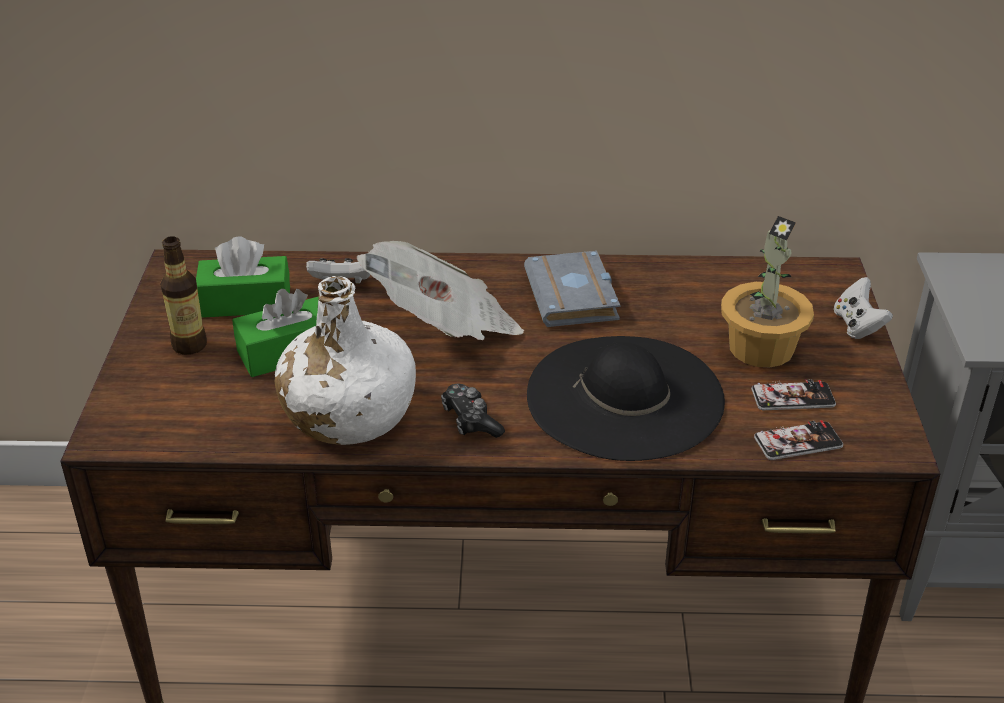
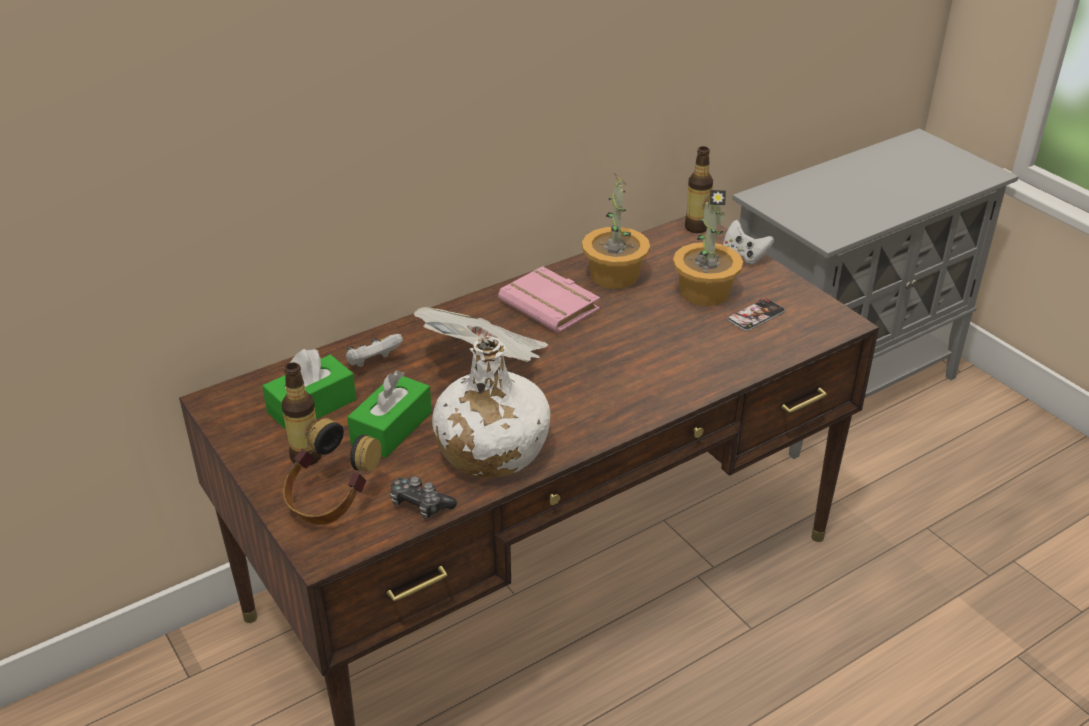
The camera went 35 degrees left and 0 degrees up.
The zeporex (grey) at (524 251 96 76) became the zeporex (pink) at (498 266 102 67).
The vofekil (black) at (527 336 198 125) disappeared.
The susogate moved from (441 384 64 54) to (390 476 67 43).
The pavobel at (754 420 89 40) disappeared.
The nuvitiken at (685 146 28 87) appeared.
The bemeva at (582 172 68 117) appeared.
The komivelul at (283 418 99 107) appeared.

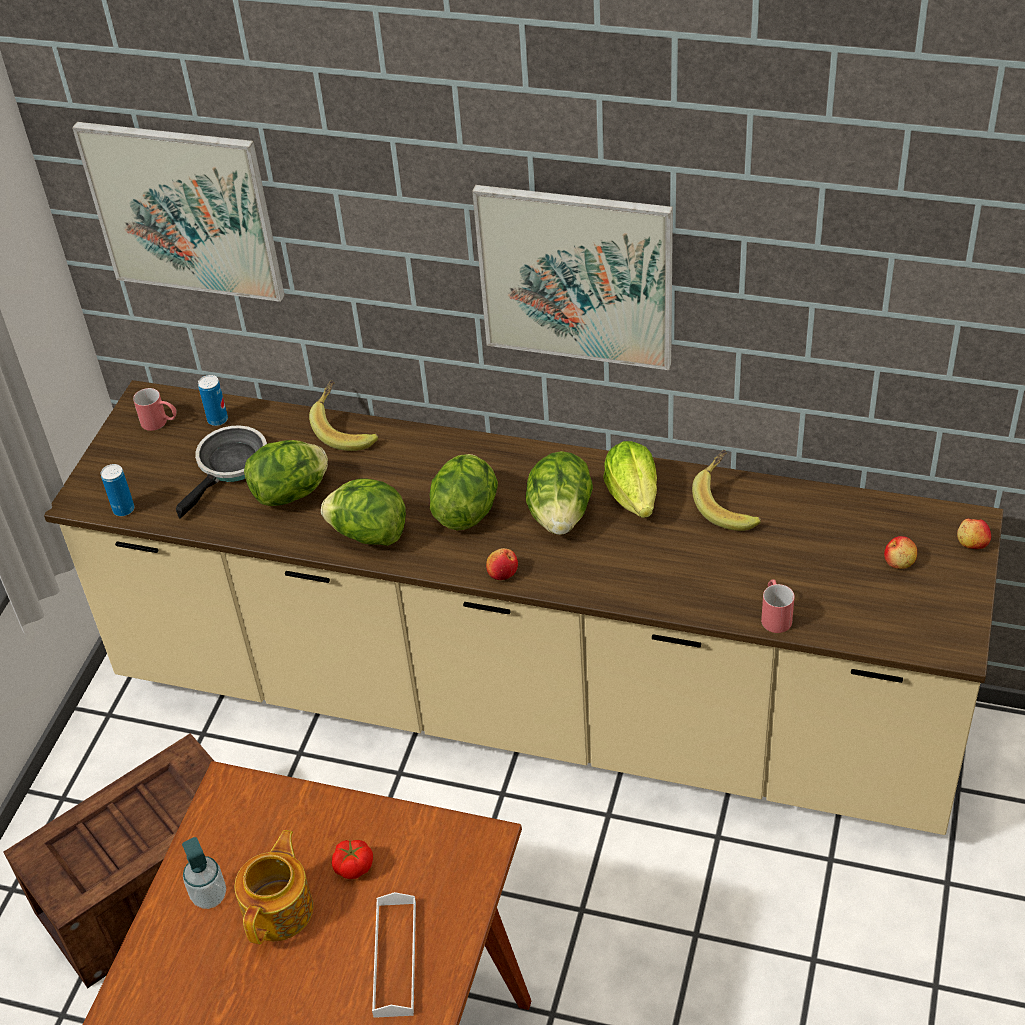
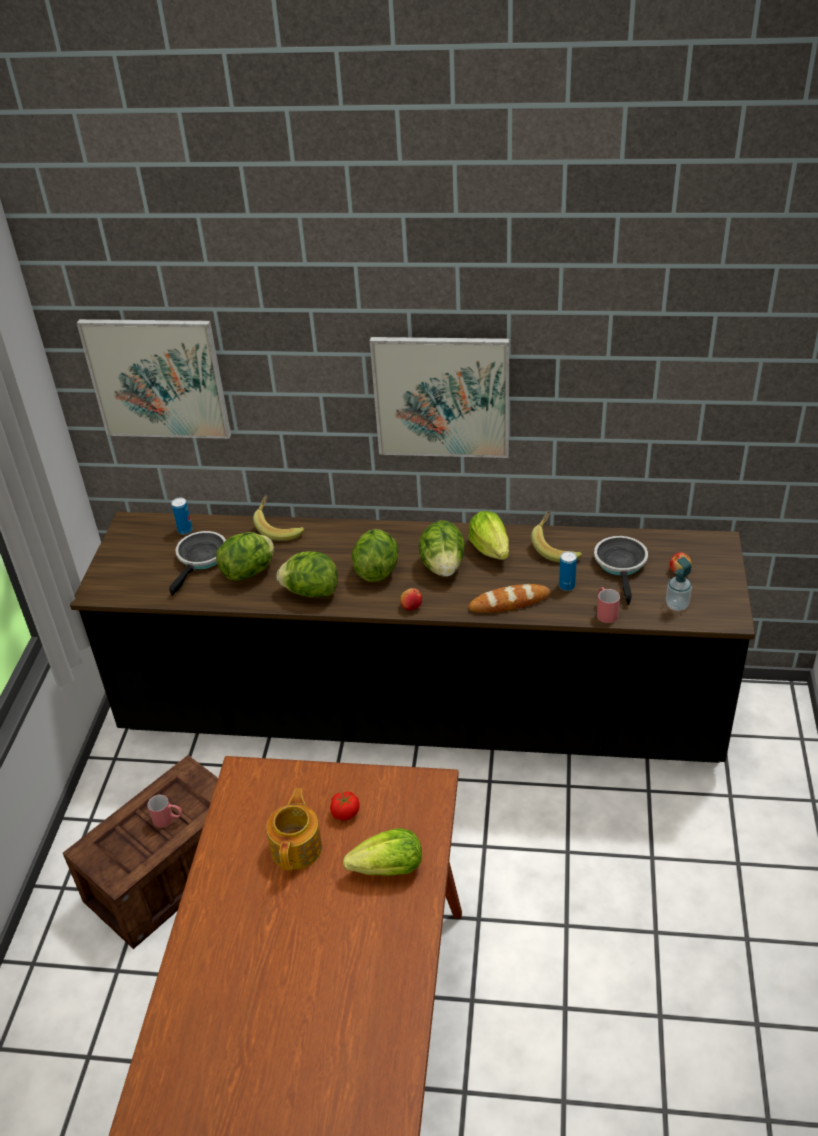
The camera went 10 degrees left and 5 degrees down.
The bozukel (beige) at (44 380 959 455) became the bozukel (black) at (70 512 685 251).
The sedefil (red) moved from (133 388 44 43) to (147 795 35 33).
The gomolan moved from (101 464 34 52) to (559 551 18 40).
The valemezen at (957 519 34 30) disappeared.
The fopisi moved from (182 837 44 72) to (666 557 26 54).
The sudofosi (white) at (372 892 44 126) was replaced by the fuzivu at (343 828 79 48).
The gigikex at (594 536 54 69) appeared.
The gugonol at (468 584 83 29) appeared.

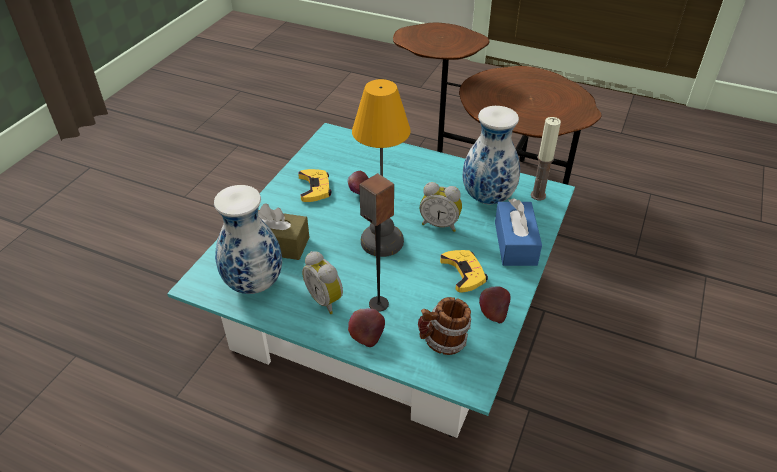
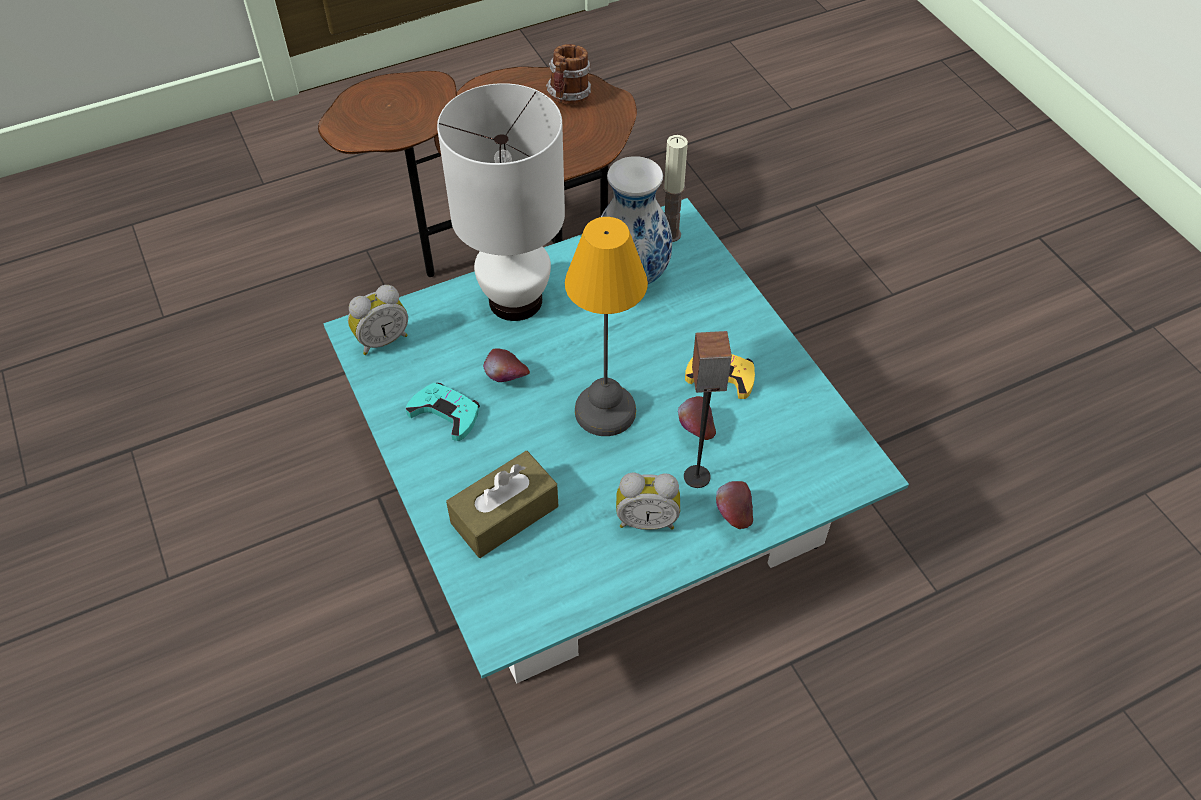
The camera went 50 degrees left and 10 degrees up.
The susogate (yellow) at (298 169 33 33) became the susogate (turquoise) at (406 383 74 58).
The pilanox moved from (420 182 42 50) to (348 285 60 70).
The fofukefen at (214 185 68 109) disappeared.
The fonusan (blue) at (495 198 47 68) disappeared.
The valemezen moved from (479 286 32 37) to (678 396 38 44).
The sedefil moved from (418 297 53 58) to (546 44 45 60).
The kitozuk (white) at (437 83 128 238) appeared.

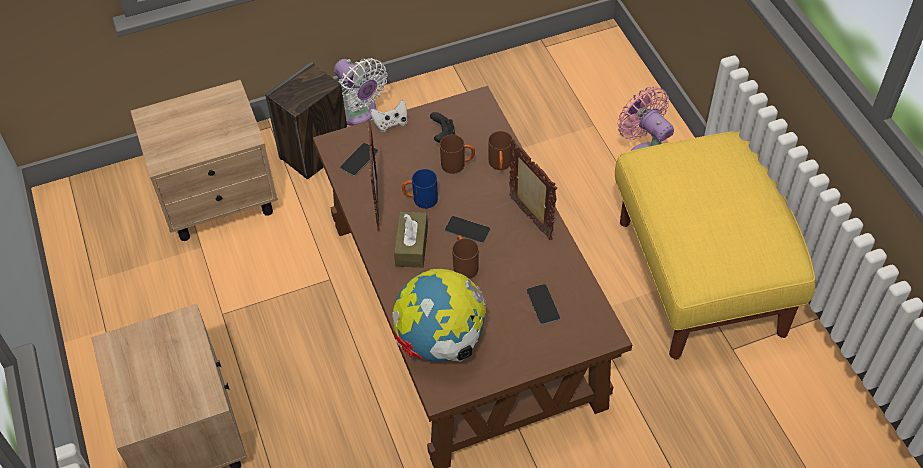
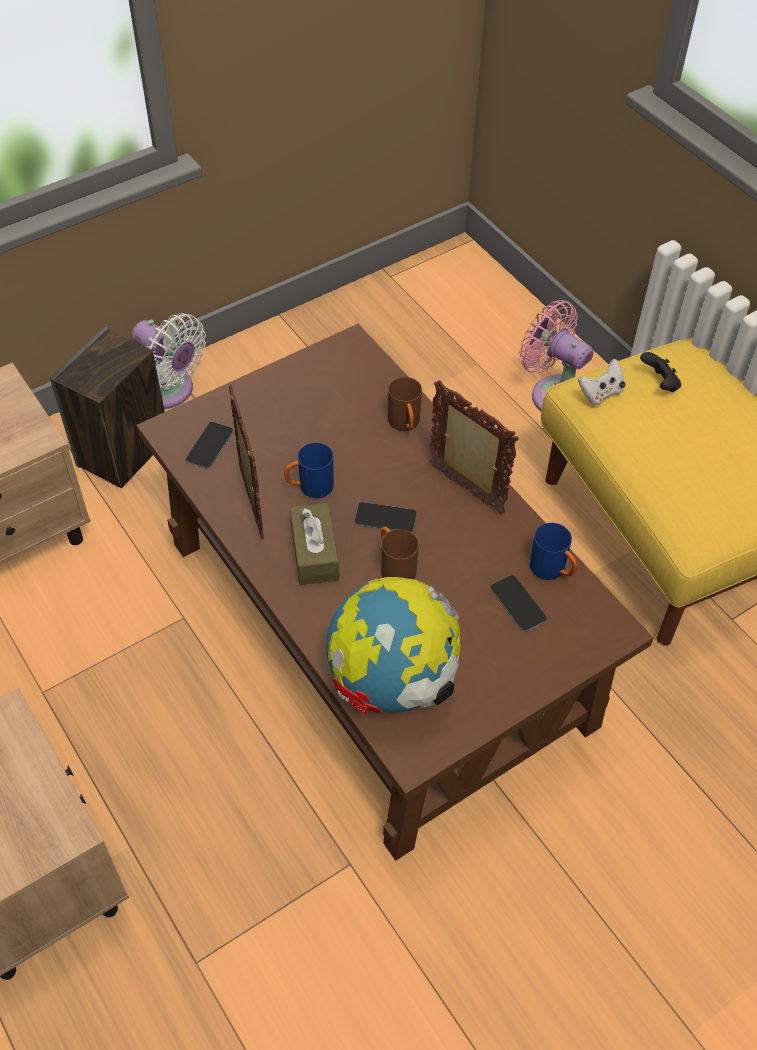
The camera went 15 degrees left and 0 degrees up.
The susogate (white) moved from (370 100 37 32) to (578 359 47 46).
The susogate (black) moved from (430 112 25 31) to (640 352 41 40).
The sedefil (brown) at (440 135 35 39) disappeared.
The sedefil (blue) at (530 523 47 57) appeared.

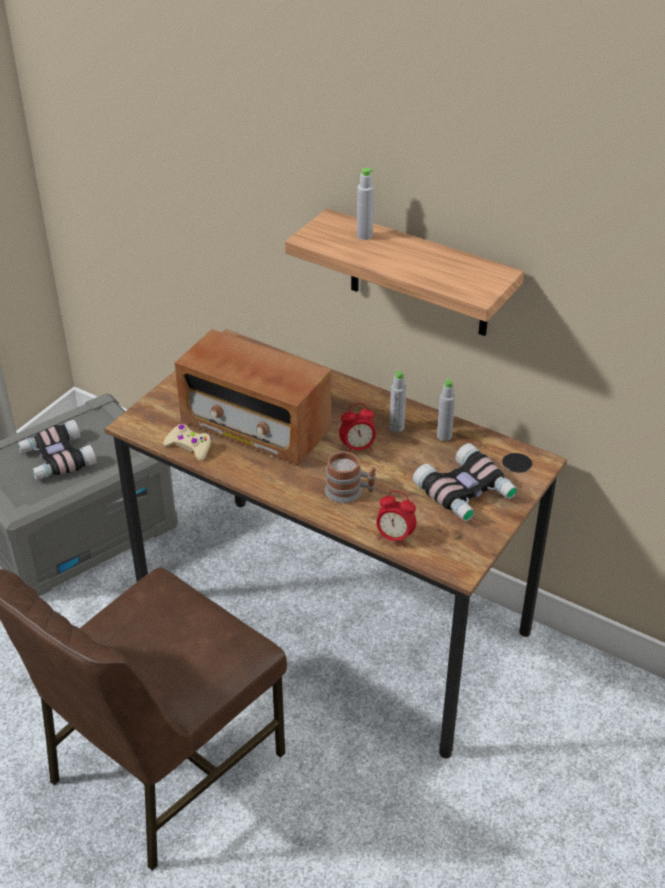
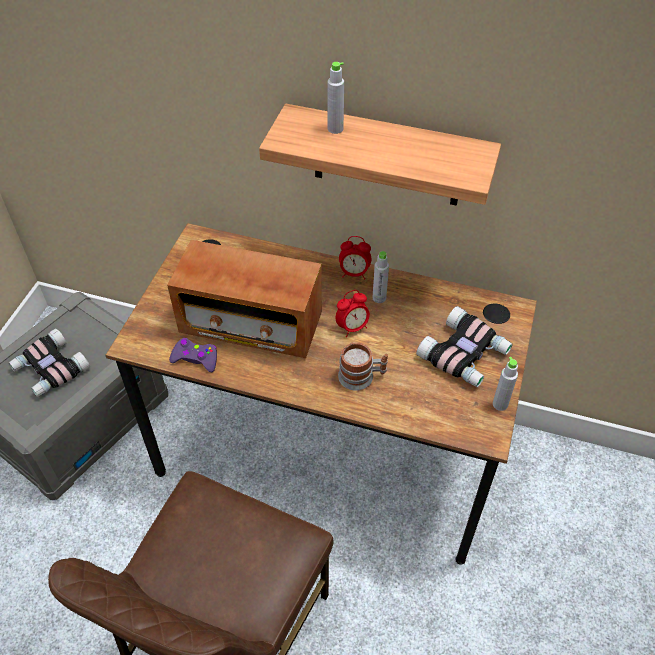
The camera went 15 degrees left and 10 degrees up.
The nuvitiken (grey) moved from (437 378 18 63) to (493 357 25 54).
The susogate (beige) at (163 424 49 37) became the susogate (purple) at (169 338 48 34).
The pilanox moved from (376 491 40 56) to (339 236 32 44).

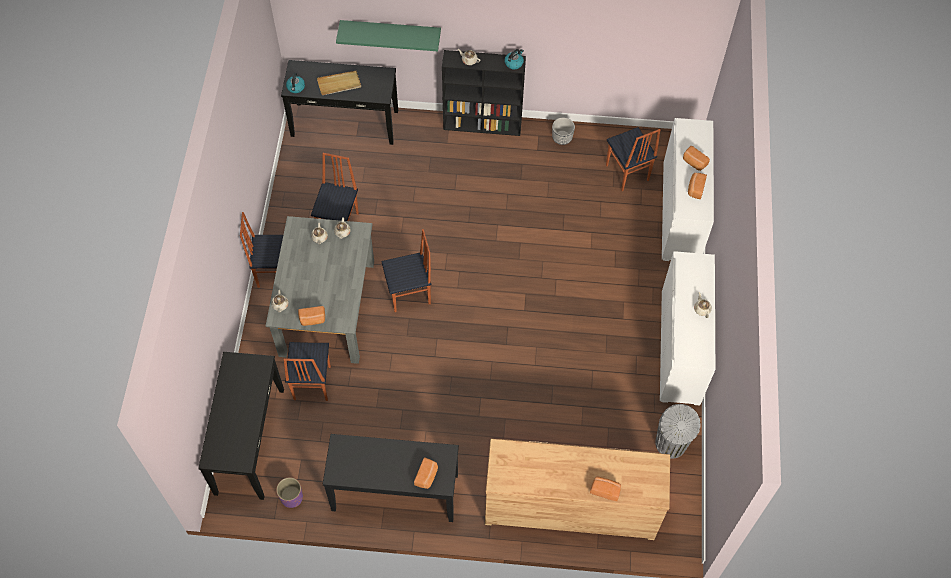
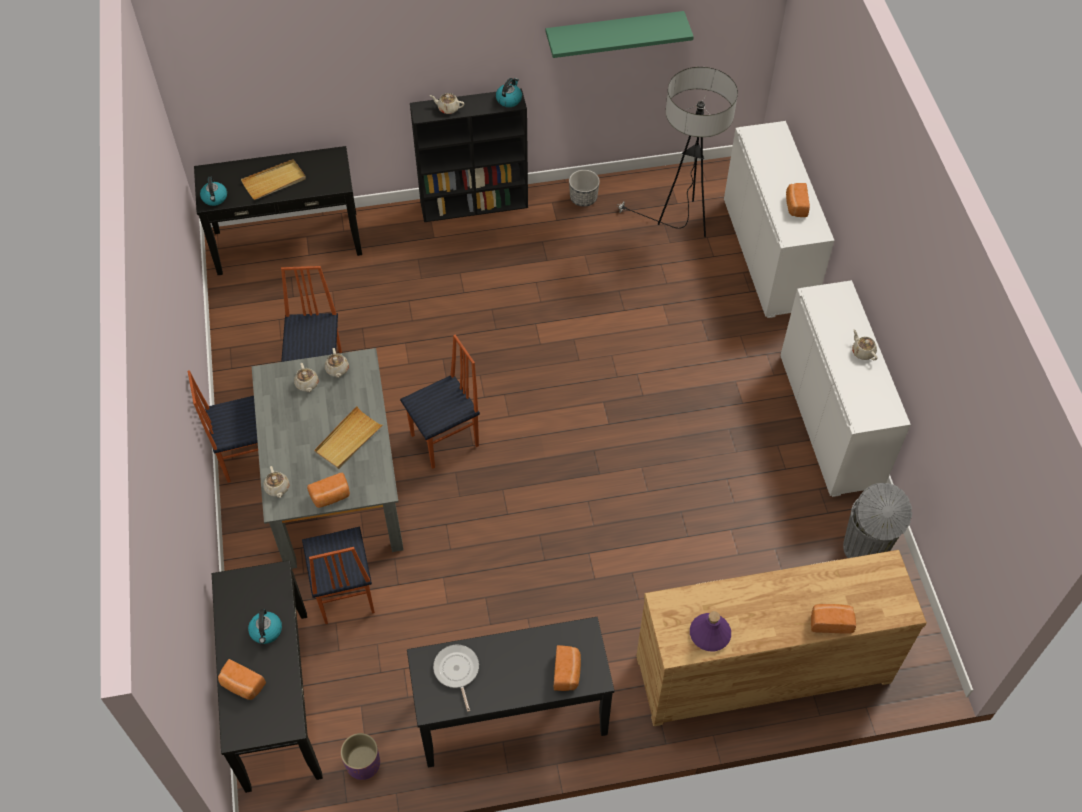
The camera went 15 degrees left and 5 degrees down.
The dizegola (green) moved from (336 20 105 31) to (546 11 148 47).
The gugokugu at (606 127 54 64) was replaced by the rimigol at (617 67 121 170).
The gugonol moved from (683 146 27 25) to (218 659 48 41).
The sudofosi (beige) at (314 406 70 63) appeared.
The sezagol at (248 609 34 35) appeared.
The nuvitiken (purple) at (690 611 41 40) appeared.
The gigikex at (433 645 46 67) appeared.

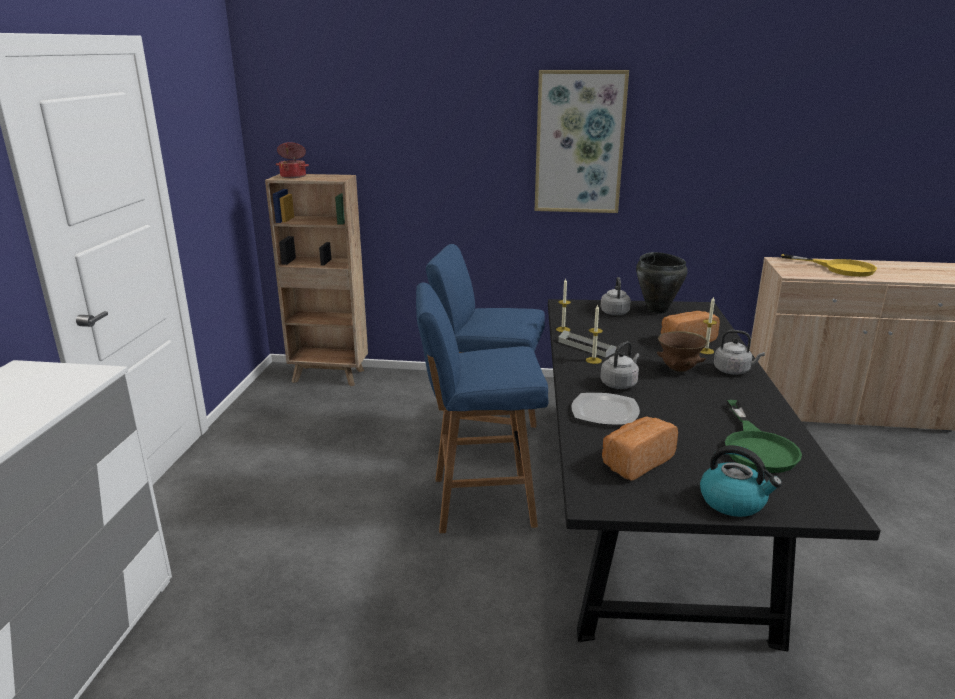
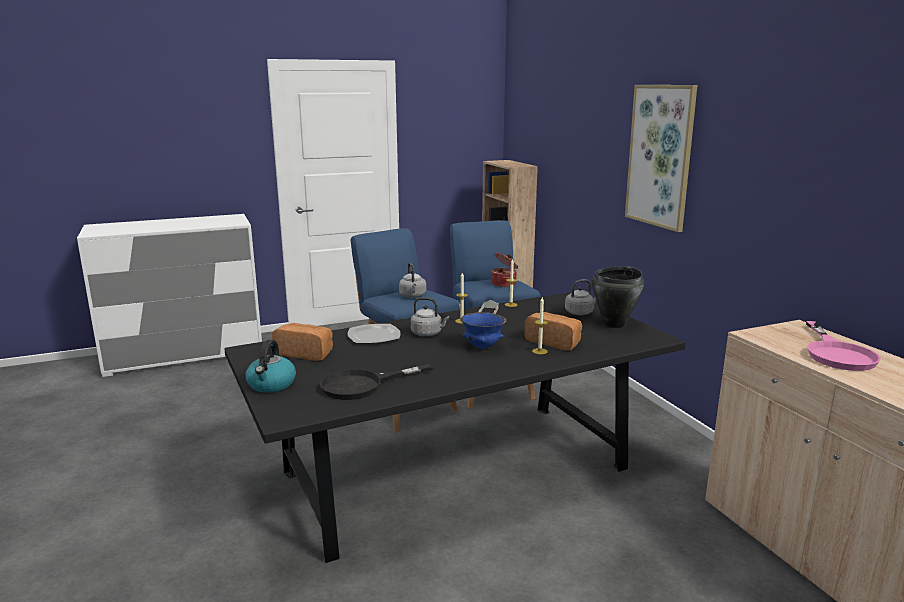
The camera went 60 degrees right and 5 degrees down.
The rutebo moved from (276 142 33 36) to (491 253 27 34).
The gigikex (yellow) at (781 254 96 23) became the gigikex (pink) at (806 321 75 50).
The sezagol (grey) moved from (714 330 51 45) to (399 262 27 36).
The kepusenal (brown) at (657 331 50 41) became the kepusenal (blue) at (461 312 45 37).
The gigikex (green) at (725 400 77 73) became the gigikex (black) at (320 364 113 36).

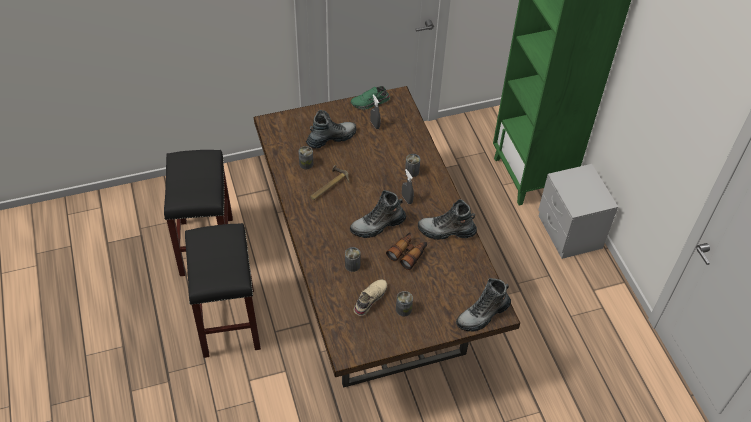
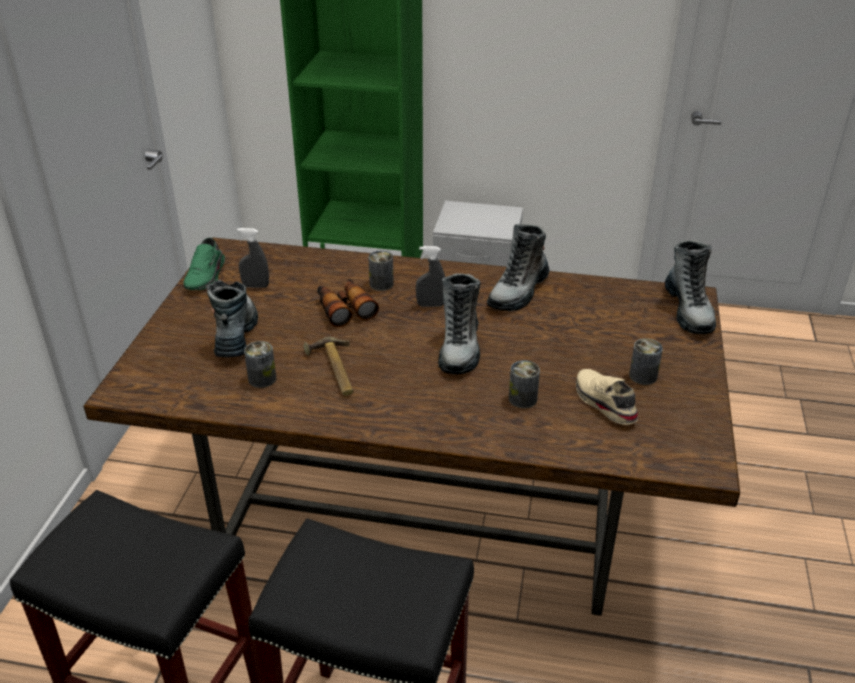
The camera went 60 degrees left and 15 degrees down.
The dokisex moved from (386 232 41 38) to (317 279 62 48).

